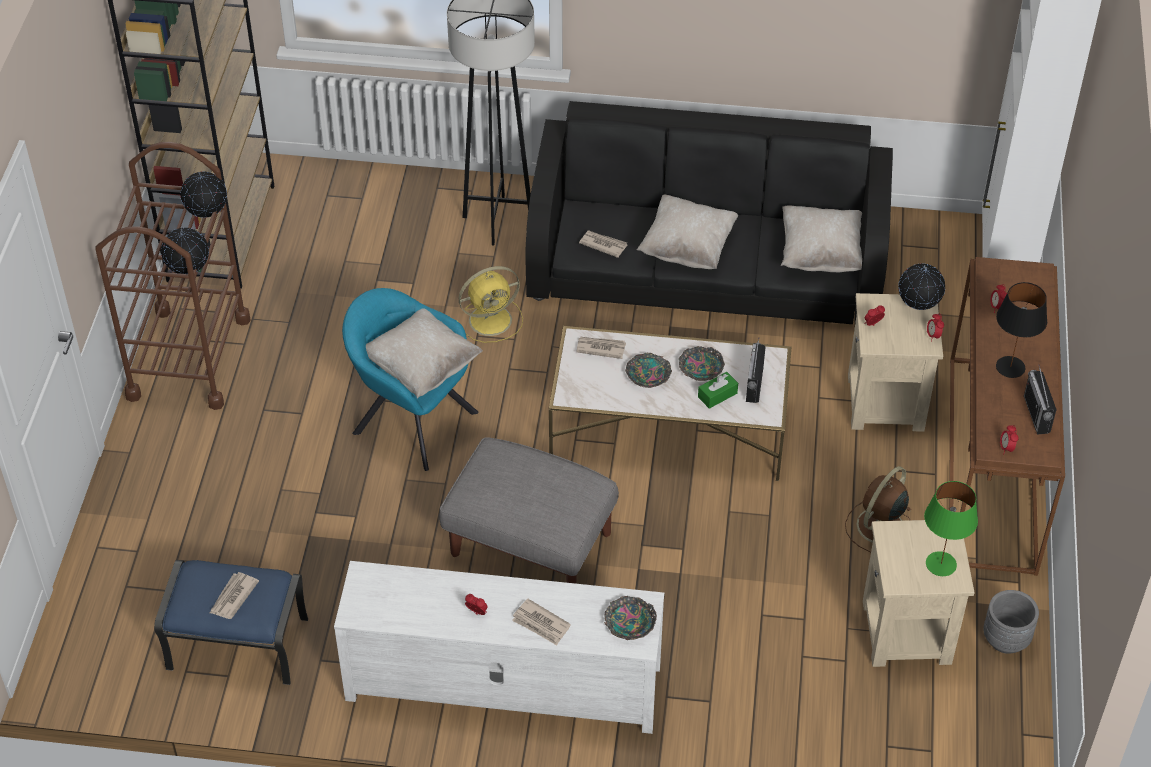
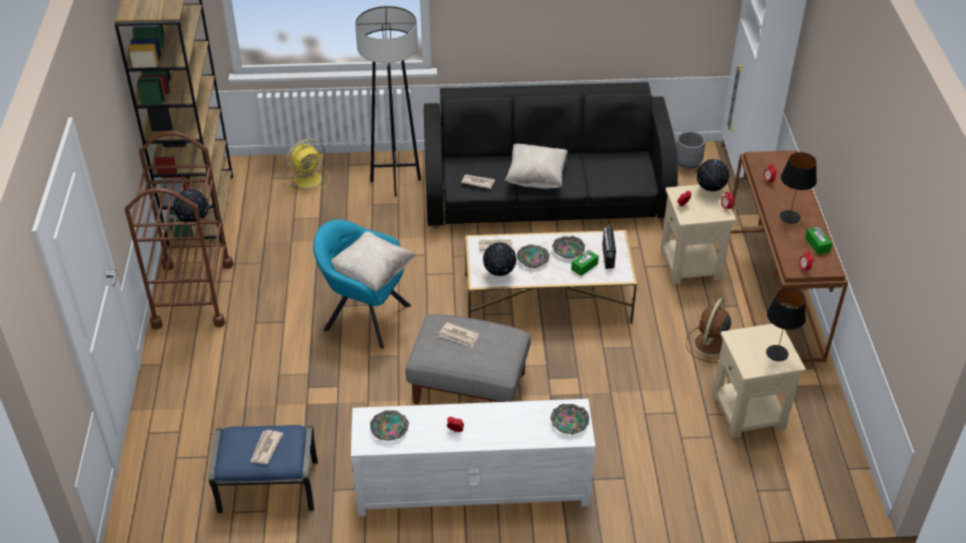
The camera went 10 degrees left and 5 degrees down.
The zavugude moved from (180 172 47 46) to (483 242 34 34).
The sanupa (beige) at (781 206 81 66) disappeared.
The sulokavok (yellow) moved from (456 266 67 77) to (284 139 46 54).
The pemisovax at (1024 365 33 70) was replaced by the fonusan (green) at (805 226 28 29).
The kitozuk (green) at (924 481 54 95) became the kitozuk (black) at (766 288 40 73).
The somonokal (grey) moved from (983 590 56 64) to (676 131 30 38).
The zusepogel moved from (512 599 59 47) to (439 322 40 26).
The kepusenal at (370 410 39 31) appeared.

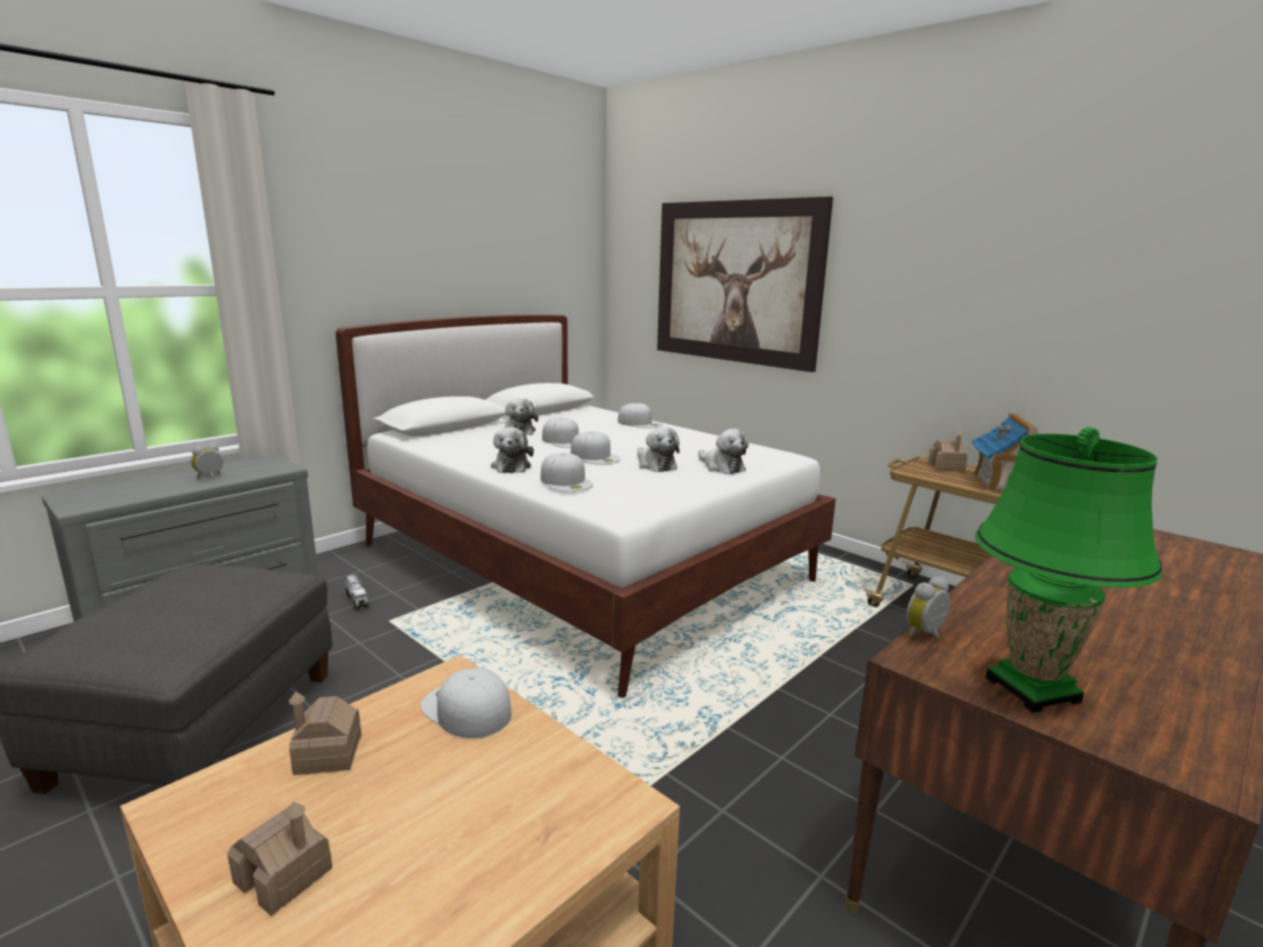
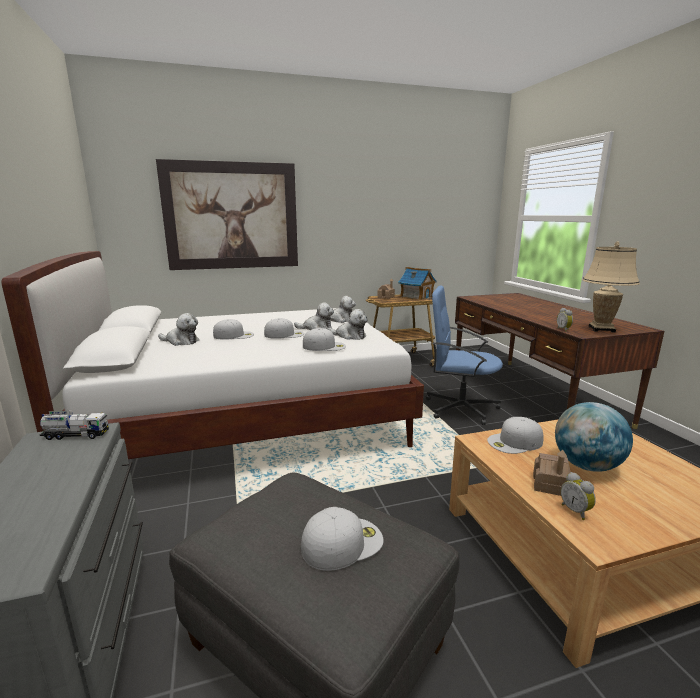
The camera went 60 degrees left and 0 degrees up.
The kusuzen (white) moved from (618 403 45 25) to (301 507 83 64).
The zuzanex moved from (491 427 43 46) to (328 309 40 31).
The kitozuk (green) at (975 427 187 286) became the kitozuk (beige) at (583 241 57 92).
The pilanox moved from (191 444 32 35) to (561 472 35 48).
The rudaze moved from (345 573 24 36) to (40 410 69 30).
The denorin at (227 801 105 115) disappeared.
The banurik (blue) at (426 286 77 139) appeared.
The zavugude at (555 402 78 70) appeared.

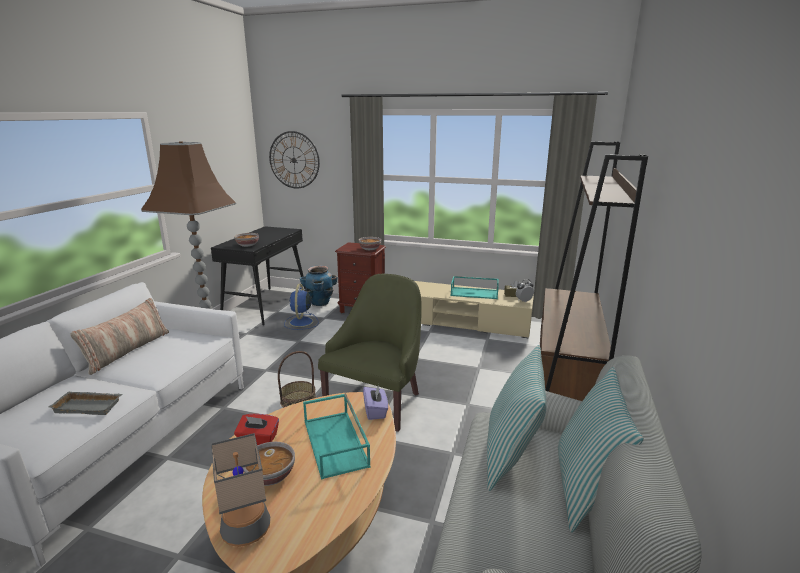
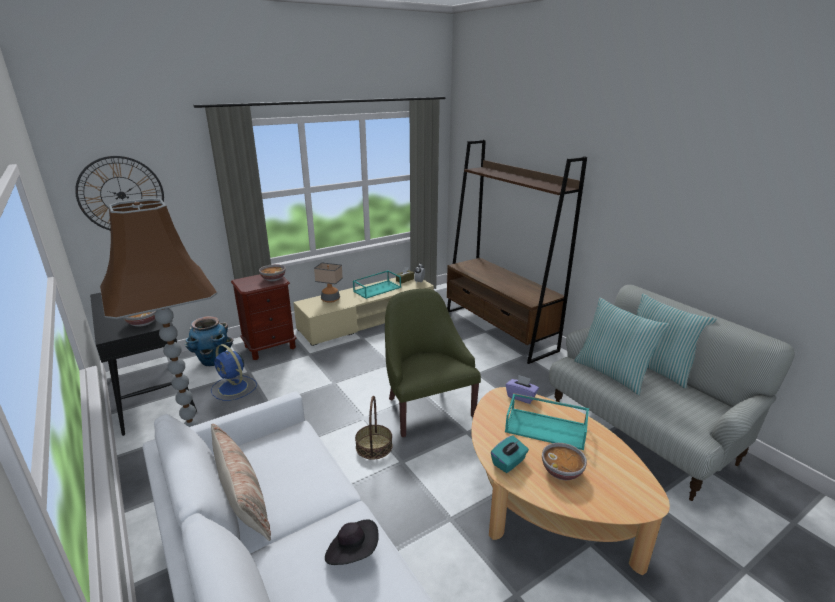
The camera went 50 degrees left and 5 degrees up.
The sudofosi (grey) at (48 391 75 24) was replaced by the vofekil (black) at (325 519 54 46).
The fonusan (red) at (234 414 45 31) became the fonusan (turquoise) at (491 435 38 38).
The kitozuk moved from (211 433 59 114) to (314 262 29 41).

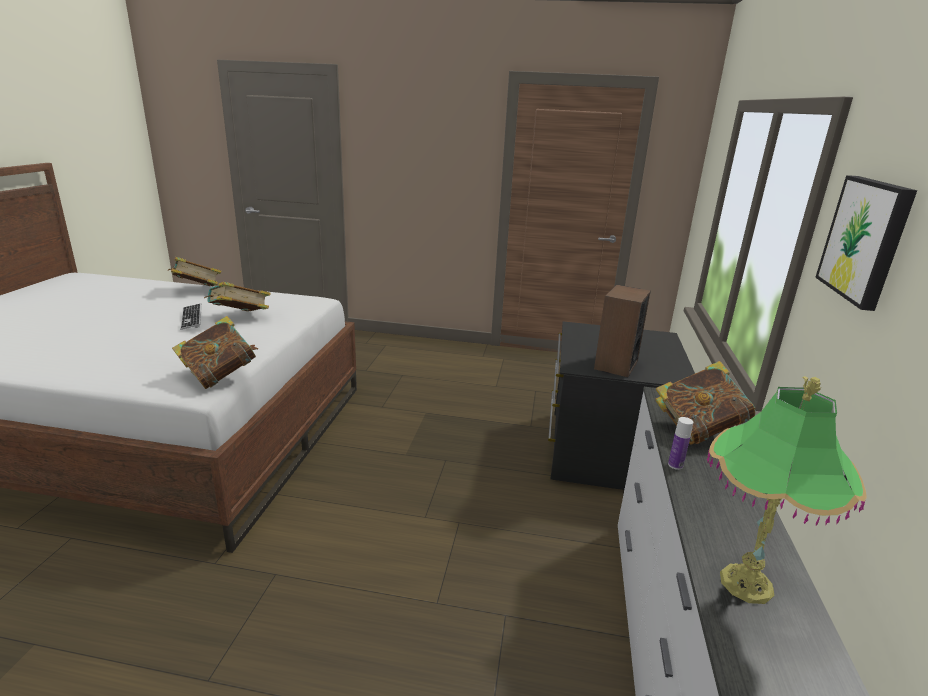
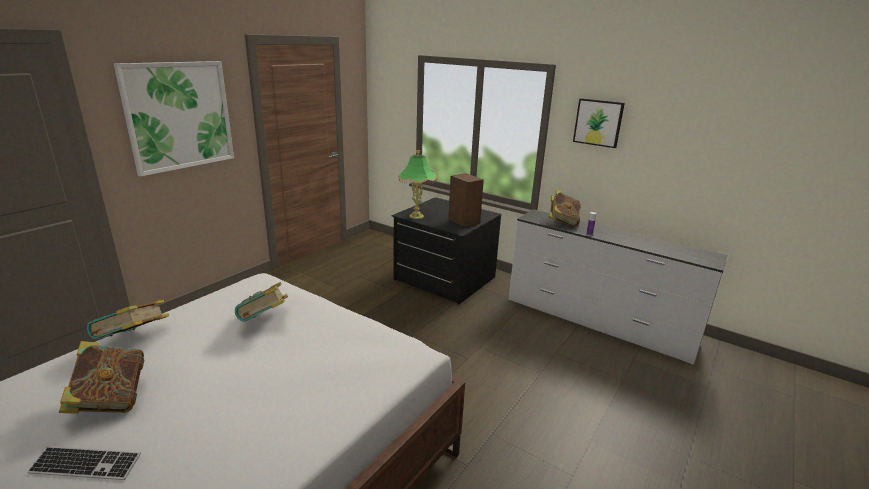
The camera went 65 degrees left and 0 degrees up.
The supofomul moved from (180 304 22 26) to (27 446 114 34).
The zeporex moved from (172 316 86 73) to (59 341 85 73).
The kitozuk moved from (707 376 160 228) to (399 150 38 69).
The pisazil at (114 61 120 116) appeared.

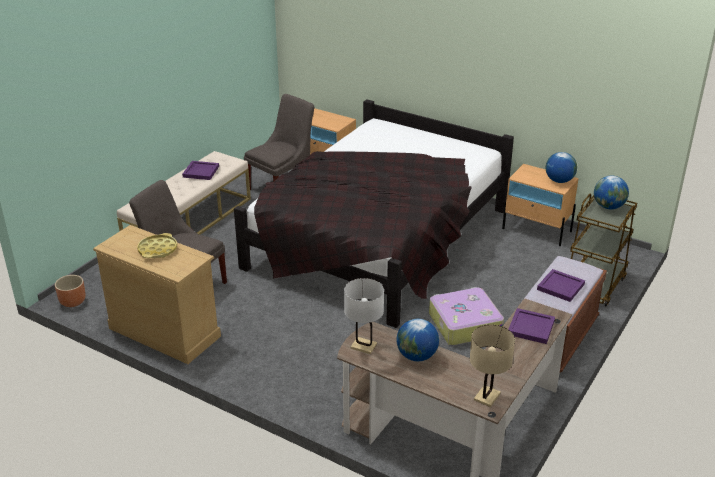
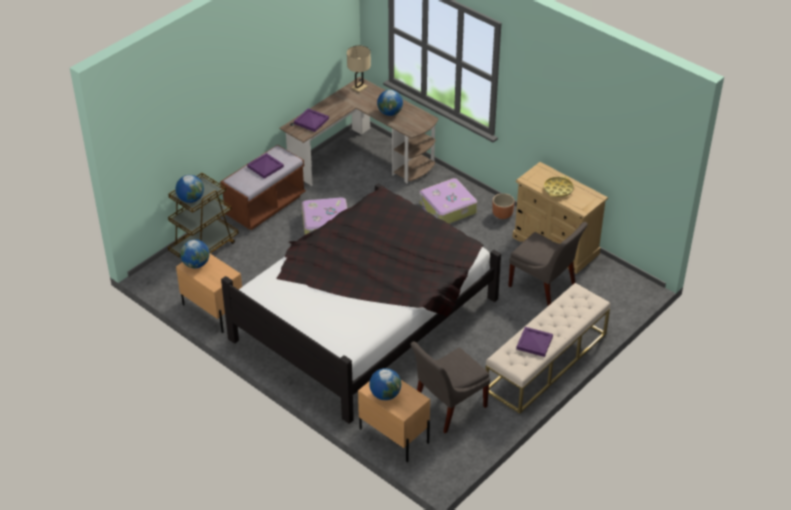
The camera went 170 degrees left and 10 degrees up.
The somonokal (brown) moved from (55 275 31 32) to (492 193 23 26).
The kitozuk (white) at (344 278 40 76) disappeared.
The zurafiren at (419 178 58 46) appeared.
The zavugude at (369 368 32 32) appeared.

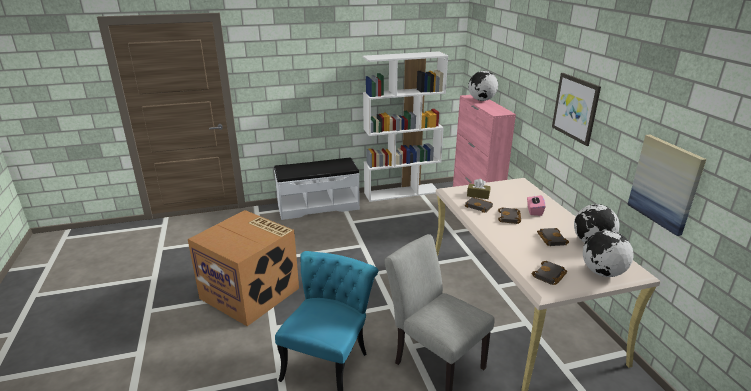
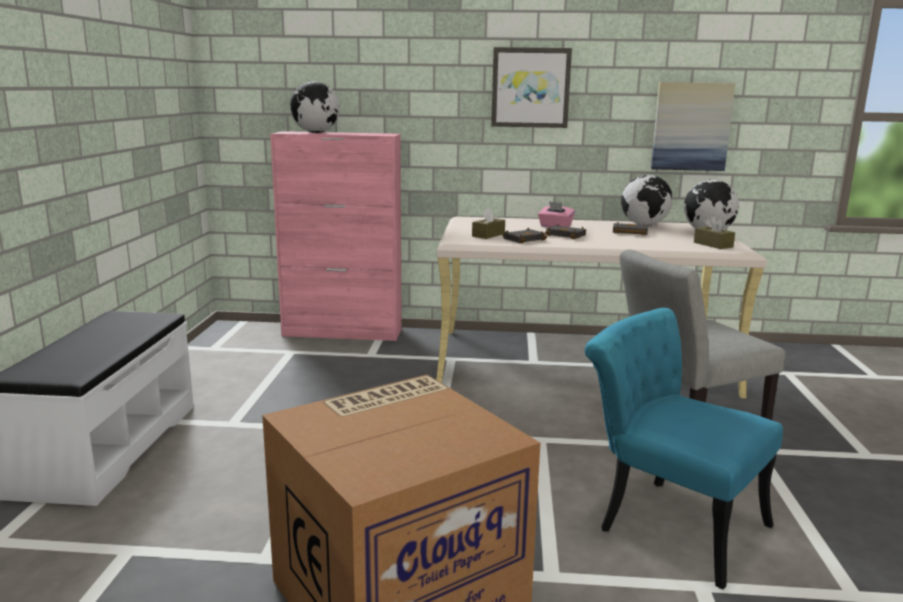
The camera went 70 degrees left and 10 degrees down.
The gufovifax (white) at (363 51 85 151) disappeared.
The zeporex (black) at (532 261 35 24) was replaced by the fonusan (brown) at (694 216 41 33).

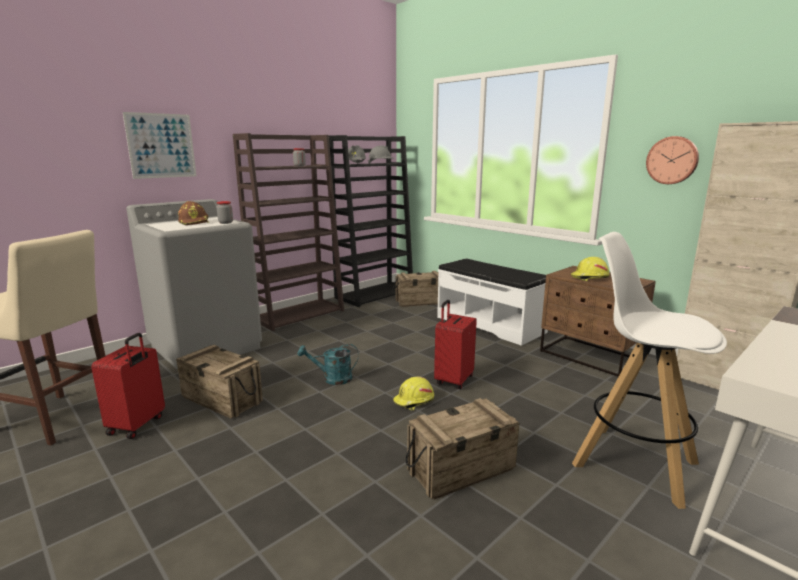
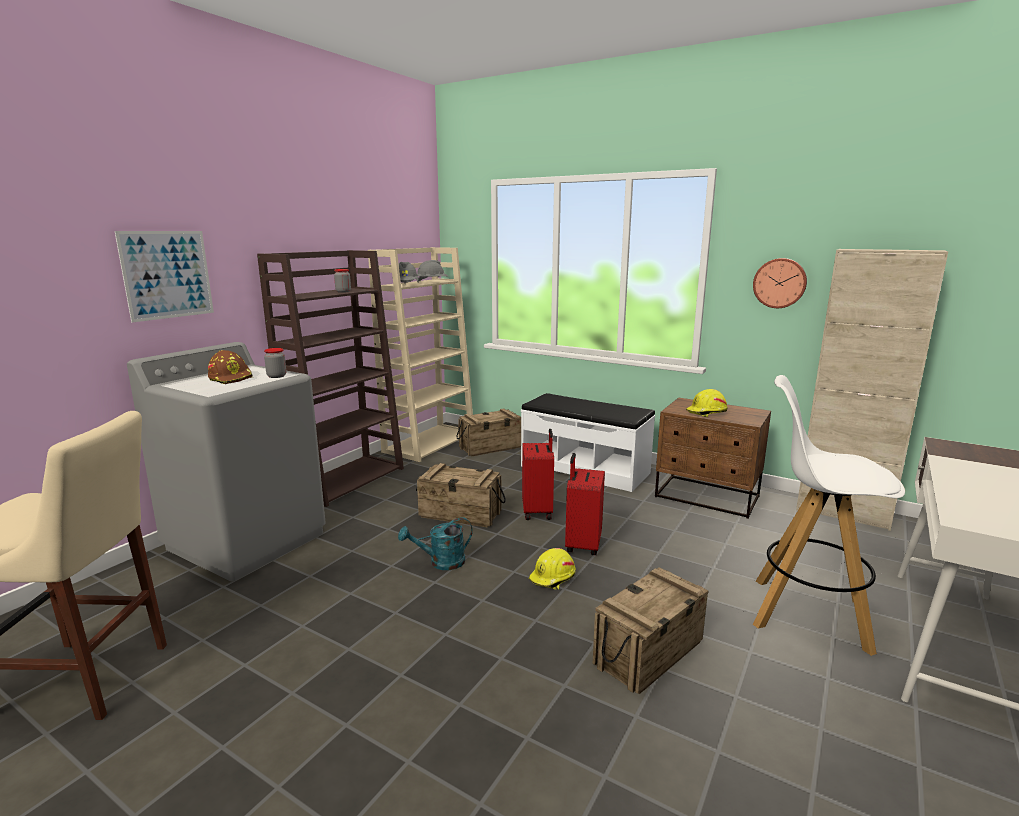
The camera went 15 degrees left and 0 degrees up.
The gufovifax (black) at (329 135 84 172) became the gufovifax (beige) at (368 247 105 215).
The zurafiren (red) moved from (91 333 74 106) to (522 429 32 91).
The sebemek moved from (176 345 87 74) to (416 463 90 65).

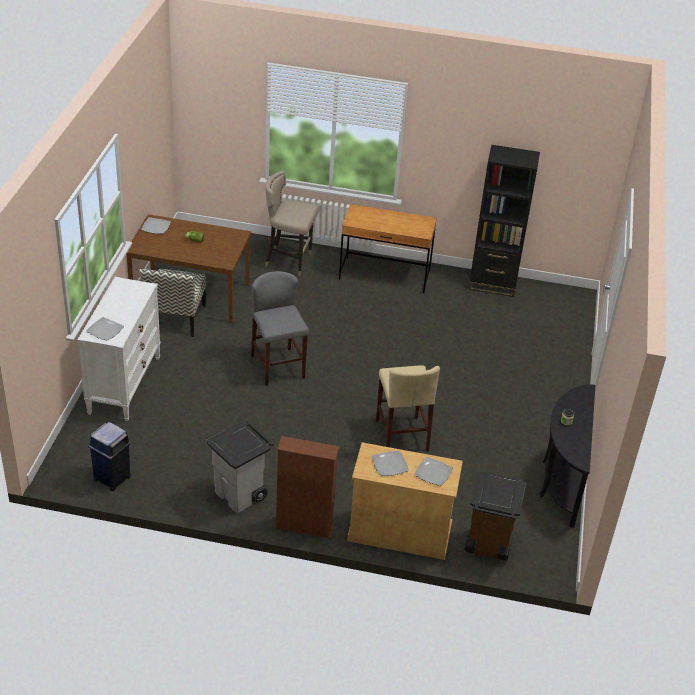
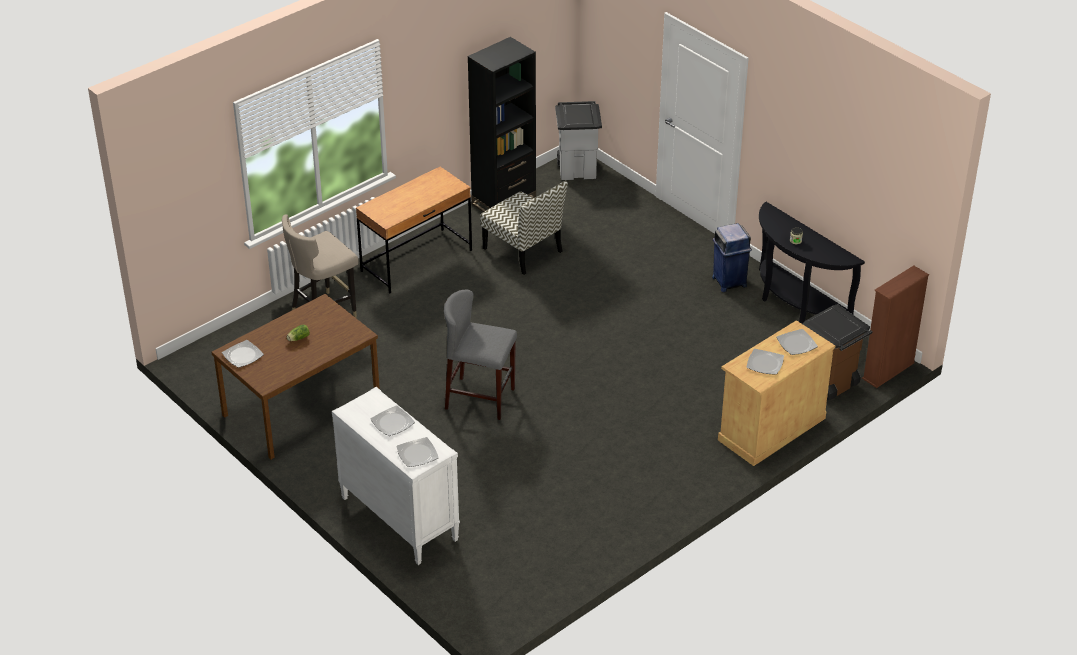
The camera went 50 degrees left and 0 degrees up.
The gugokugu moved from (139 269 68 68) to (480 181 88 94).
The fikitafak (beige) at (376 365 64 87) disappeared.
The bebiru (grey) moved from (206 421 67 92) to (555 101 47 79).
The bebiru (blue) moved from (88 422 43 69) to (712 223 40 69).
The gufovifax (brown) moved from (275 436 65 103) to (862 266 67 122).
The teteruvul at (370 405 45 31) appeared.

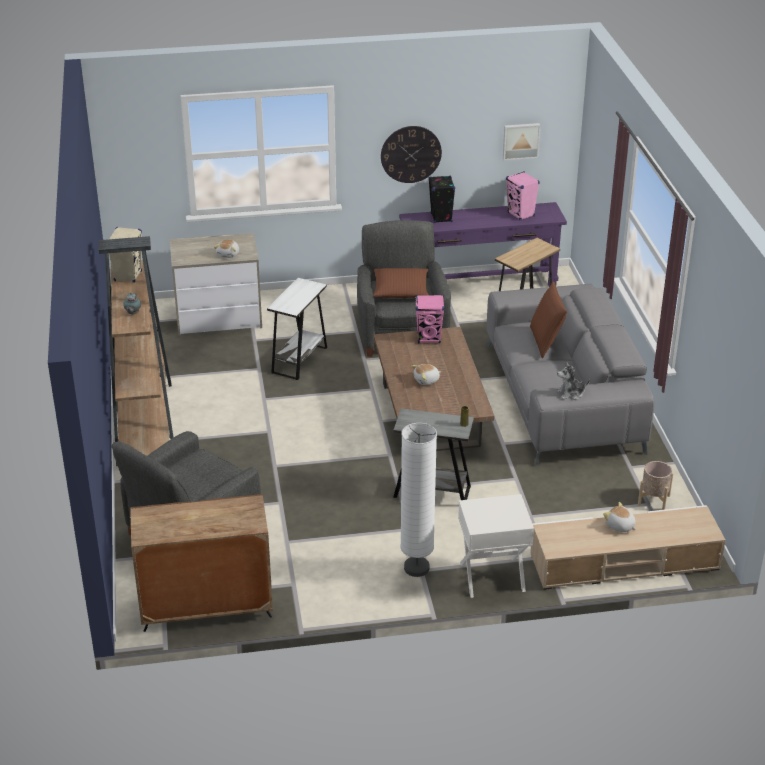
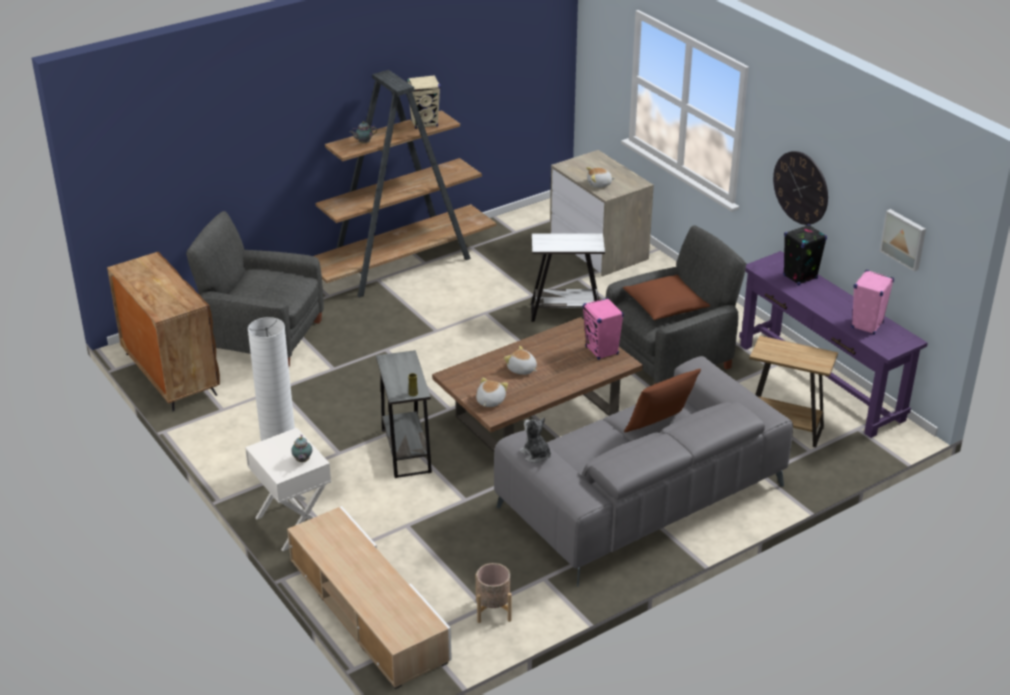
The camera went 65 degrees right and 0 degrees up.
The zuzanex moved from (603 502 33 30) to (476 378 32 29).
The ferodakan at (291 435 21 27) appeared.

